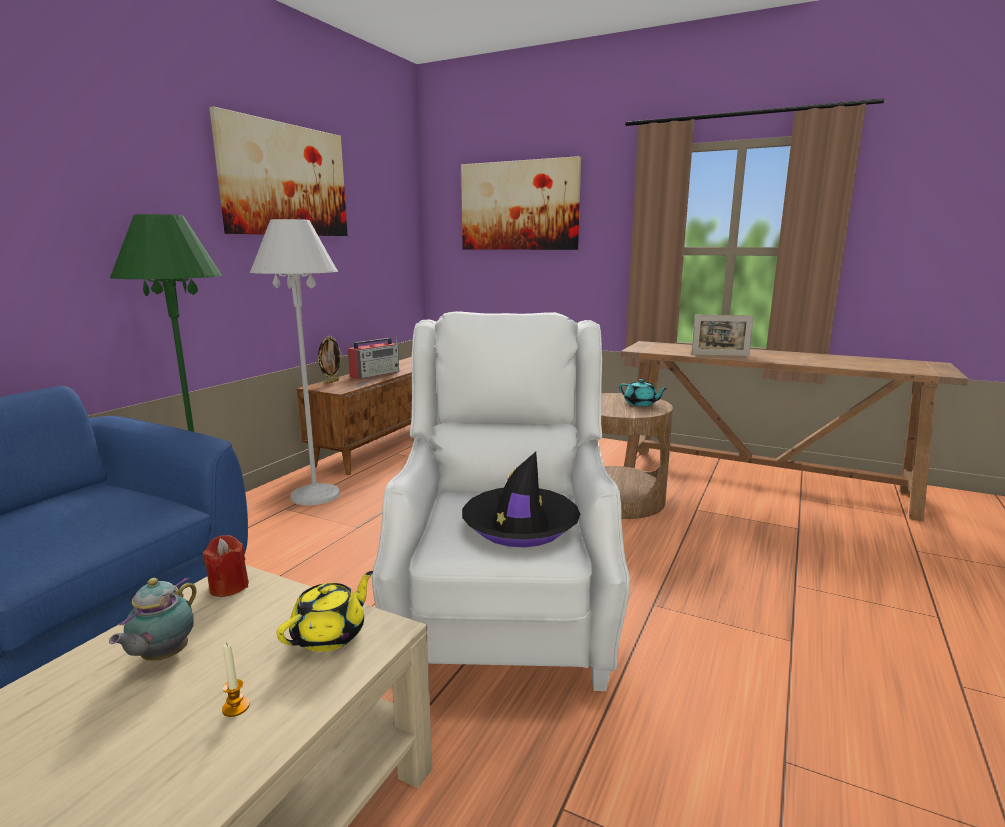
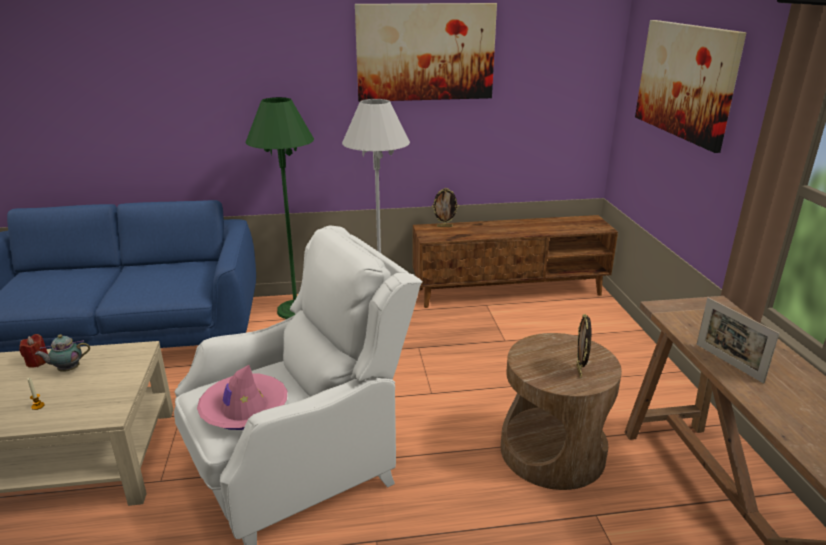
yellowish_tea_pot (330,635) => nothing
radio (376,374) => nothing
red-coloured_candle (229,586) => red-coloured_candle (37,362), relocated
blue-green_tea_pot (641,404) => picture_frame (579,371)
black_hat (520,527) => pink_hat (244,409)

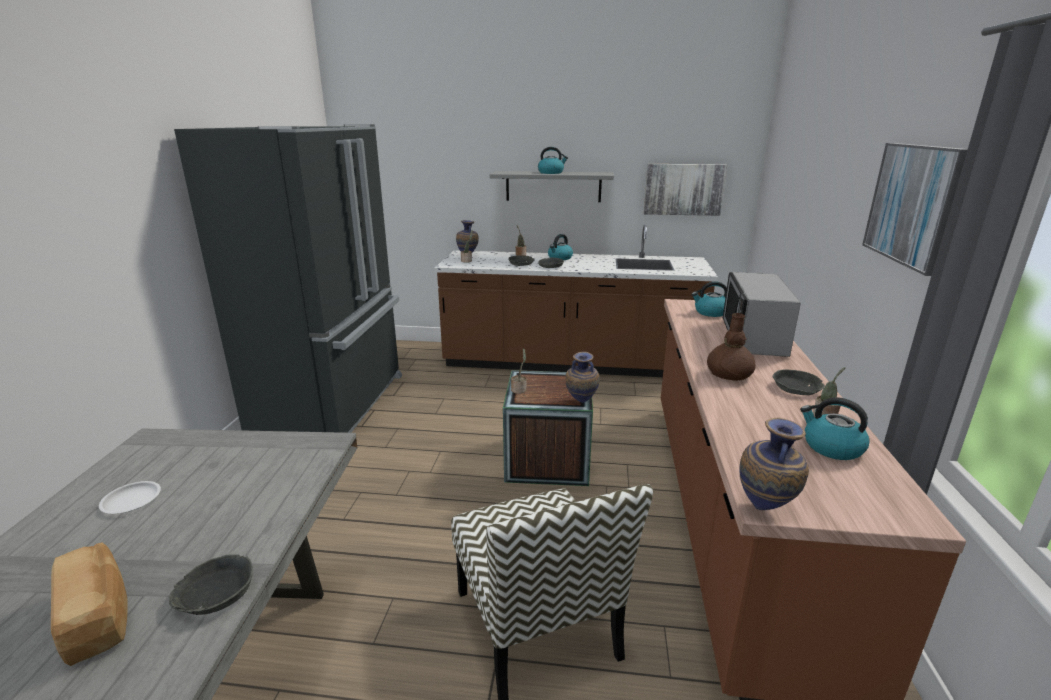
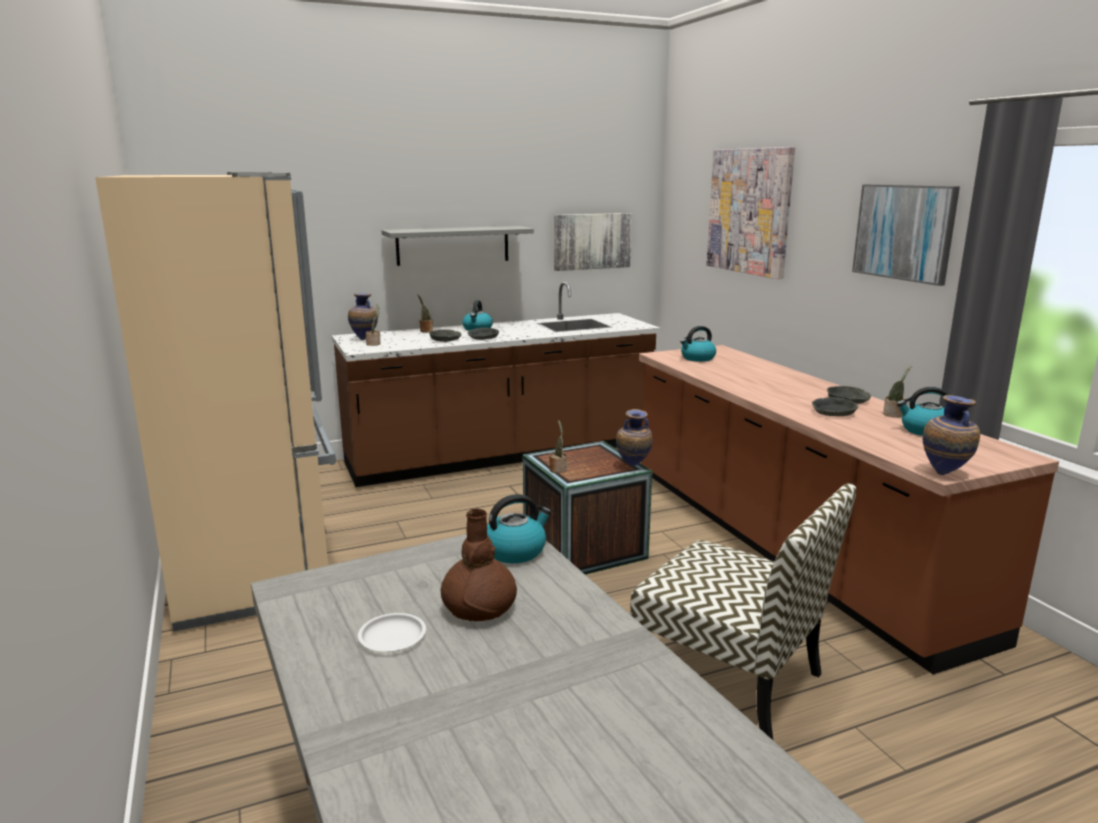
bakery_bread (99,617) => nothing
kitchen_microwave (752,337) => nothing
nothing => wall_picture (749,211)
gray_deep_dish (215,593) => gray_deep_dish (833,413), relocated
water_kettle (551,173) => water_kettle (515,551), relocated
brown_vase (728,374) => brown_vase (479,608), relocated
black_kitchen_fridge (335,405) => beige-coloured_kitchen_fridge (256,561)

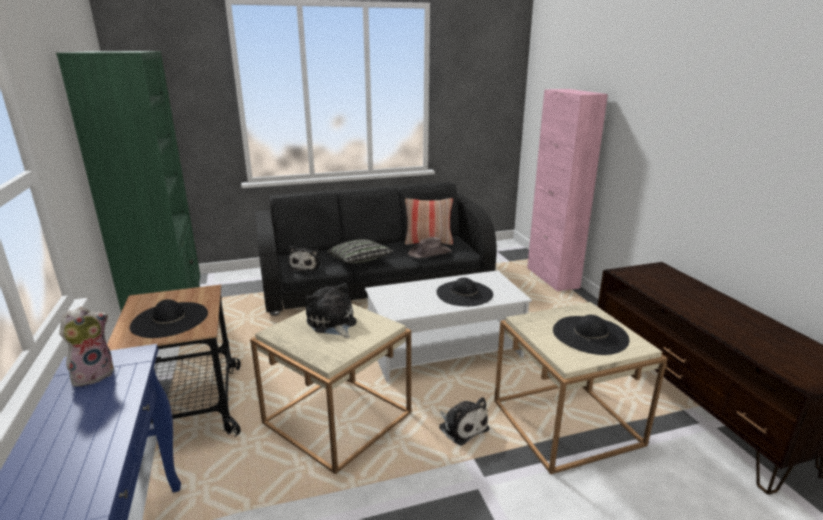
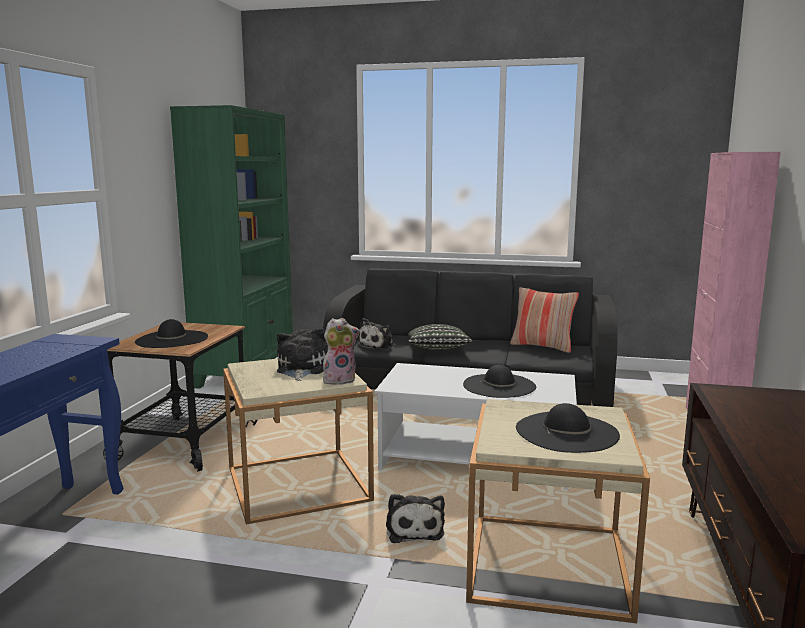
brown_hat (430,253) => nothing
cuddly_toy (94,374) => cuddly_toy (340,380), relocated

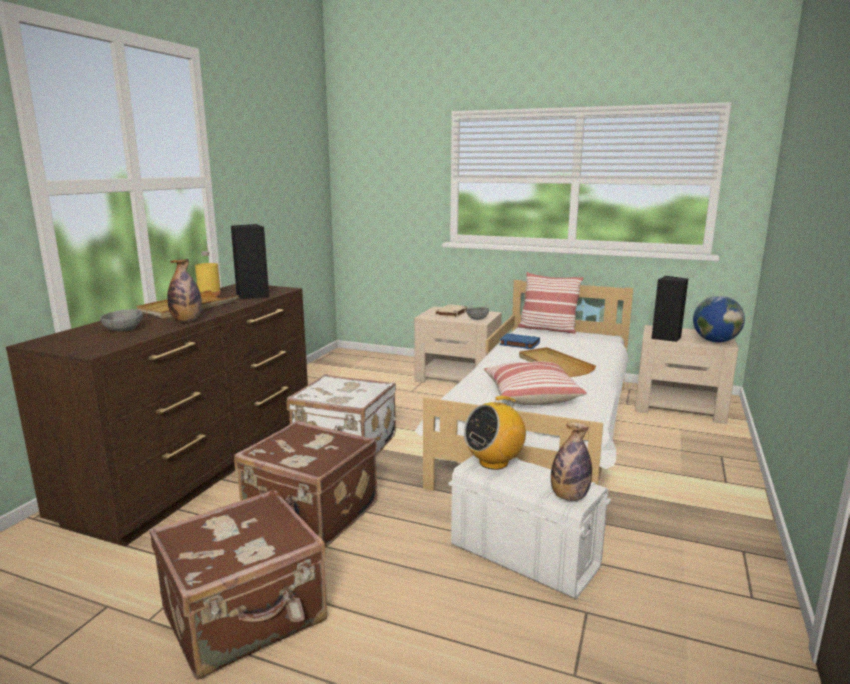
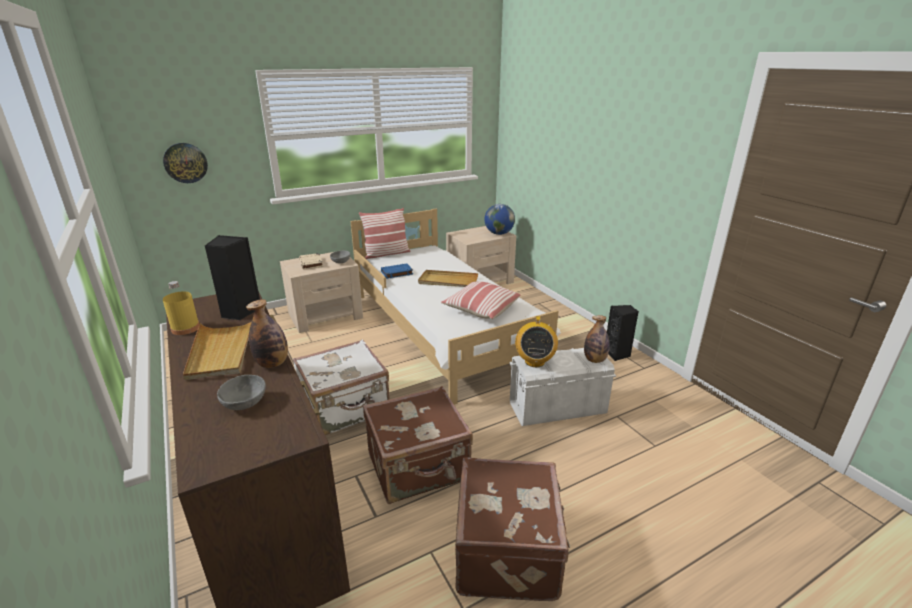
nothing => hanging_clock (185,163)
black_loudspeaker (666,338) => black_loudspeaker (617,354), relocated

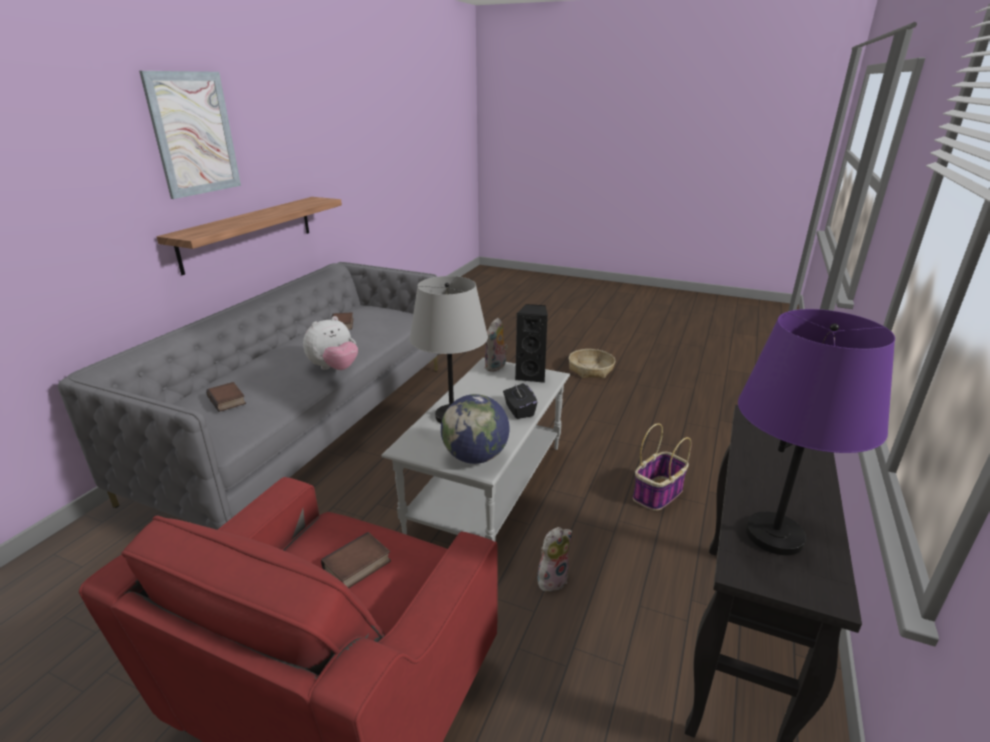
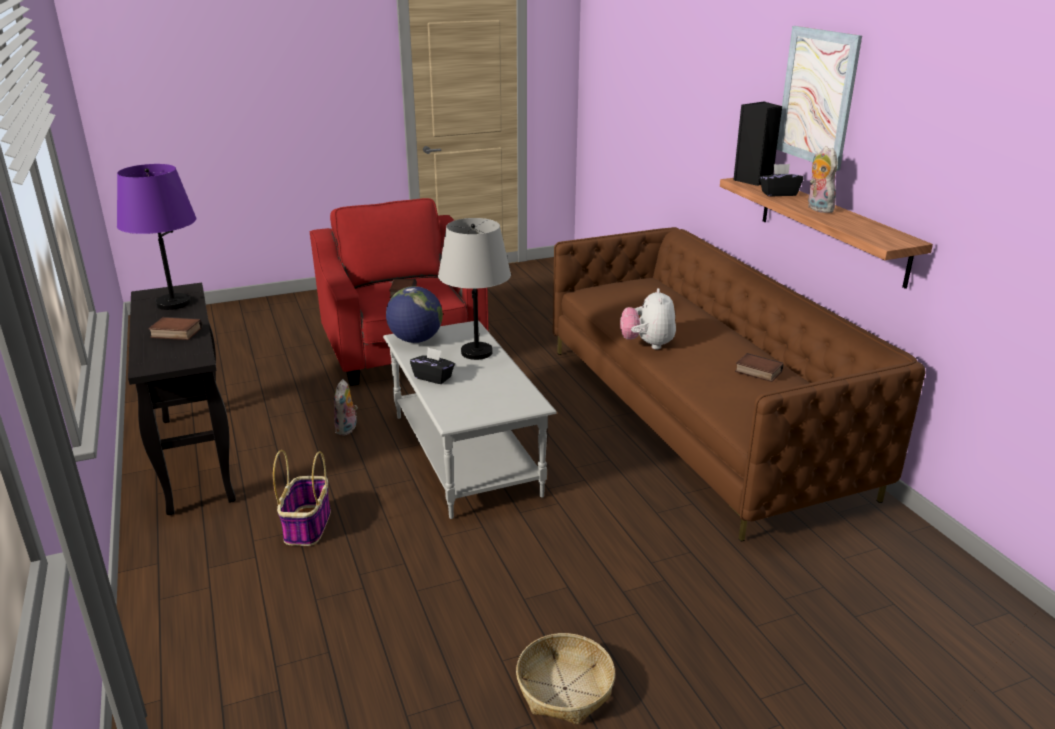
nothing => black_box_of_tissues (778,193)
bound_book (228,400) => bound_book (175,333), relocated
cuddly_toy (496,367) => cuddly_toy (817,208), relocated
black_loudspeaker (531,375) => black_loudspeaker (753,181), relocated
gray_sofa (306,424) => brown_sofa (697,417)

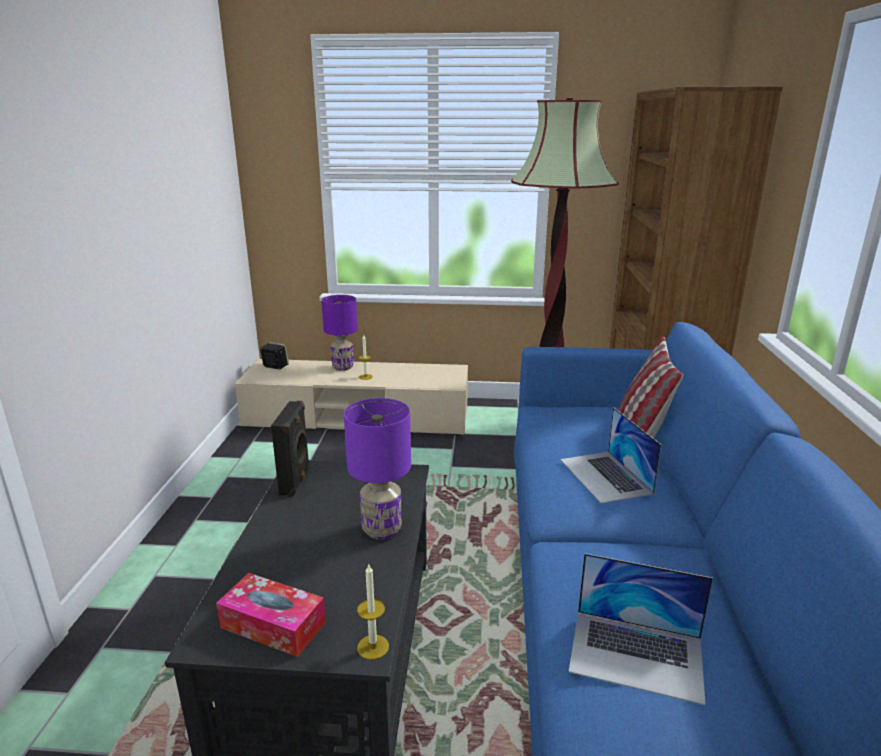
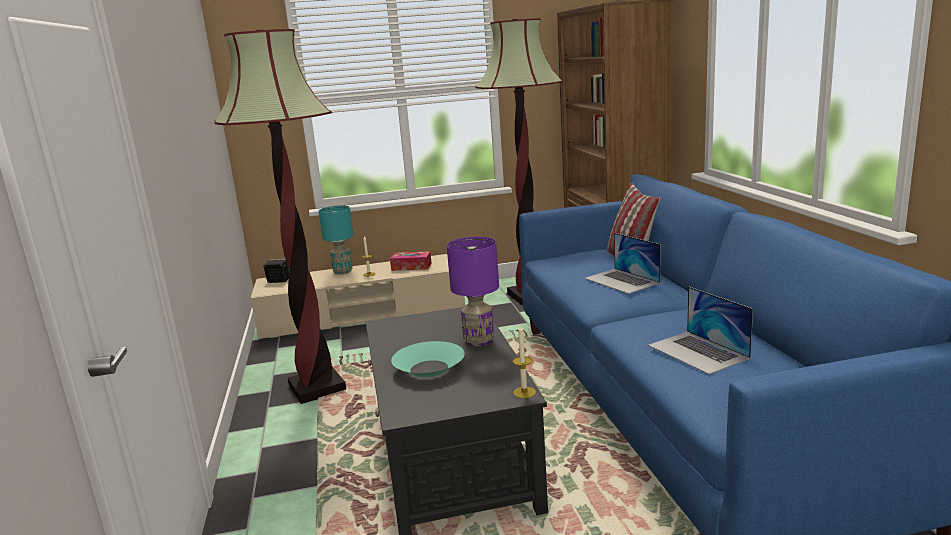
black_loudspeaker (296,481) => nothing
nothing => standard_lamp (317,388)
nothing => blue-green_deep_dish (429,368)
box_of_tissues (273,625) => box_of_tissues (411,267), relocated
purplish_table_lamp (342,367) => blue-green_table_lamp (342,272)
portable_computer (637,654) => portable_computer (698,352), 60 degrees clockwise

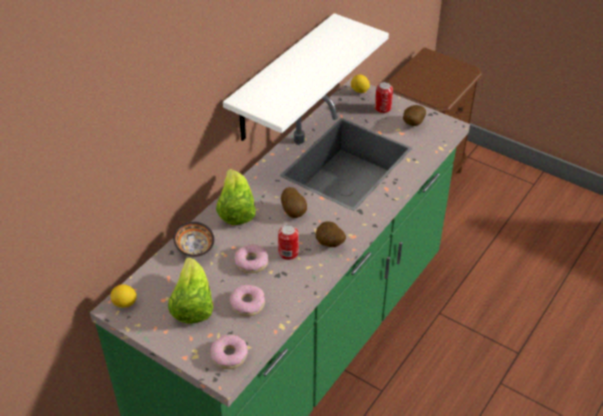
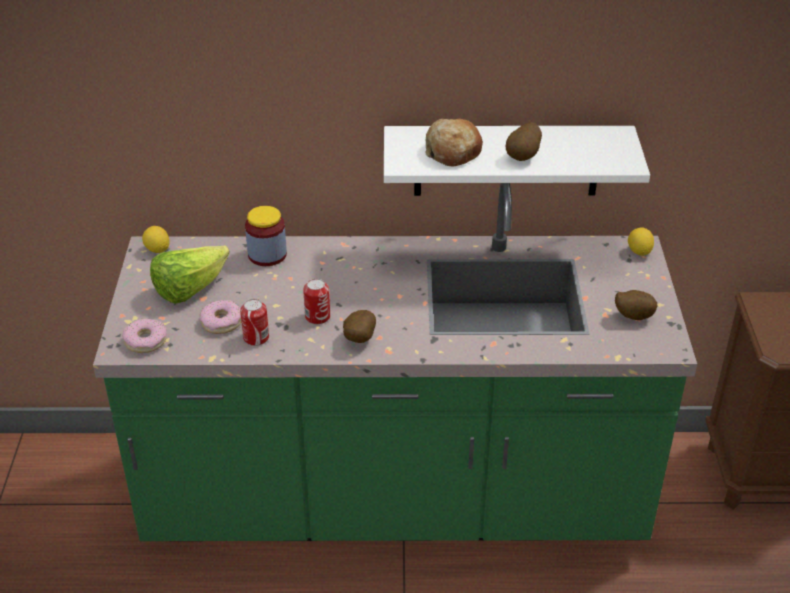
lettuce (236,210) => nothing
ring_doughnut (251,262) => nothing
nothing => bakery_bread (453,152)
potato (294,212) => potato (523,157), relocated
can (383,108) => can (256,337), relocated
deep_dish (195,247) => storage_jar (267,255)

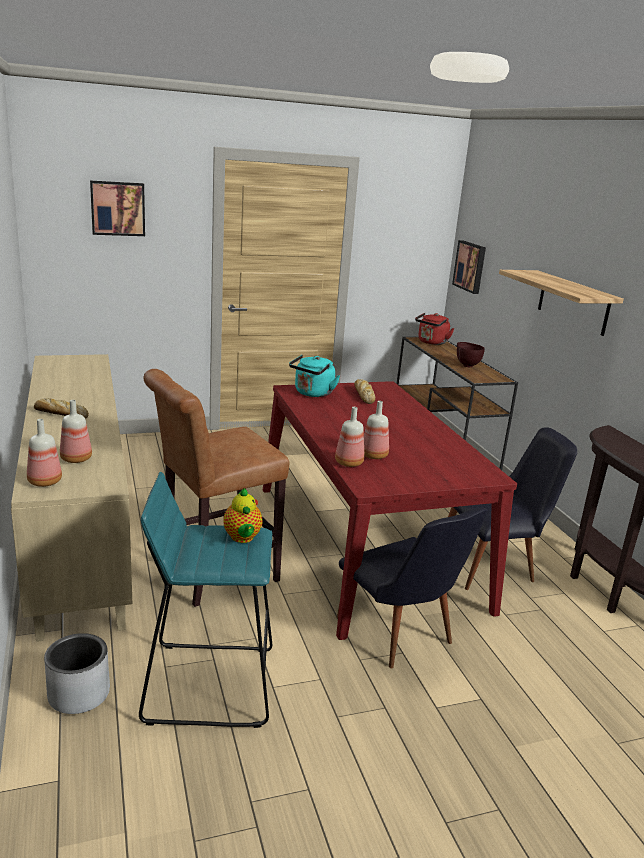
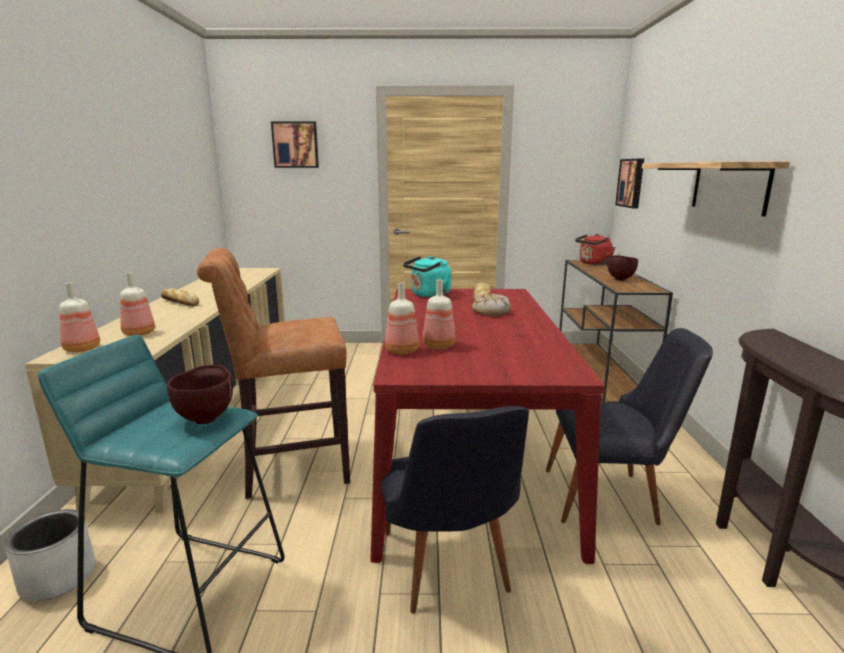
nothing => bakery_bread (491,311)
tea_pot (242,538) => brown_deep_dish (206,418)

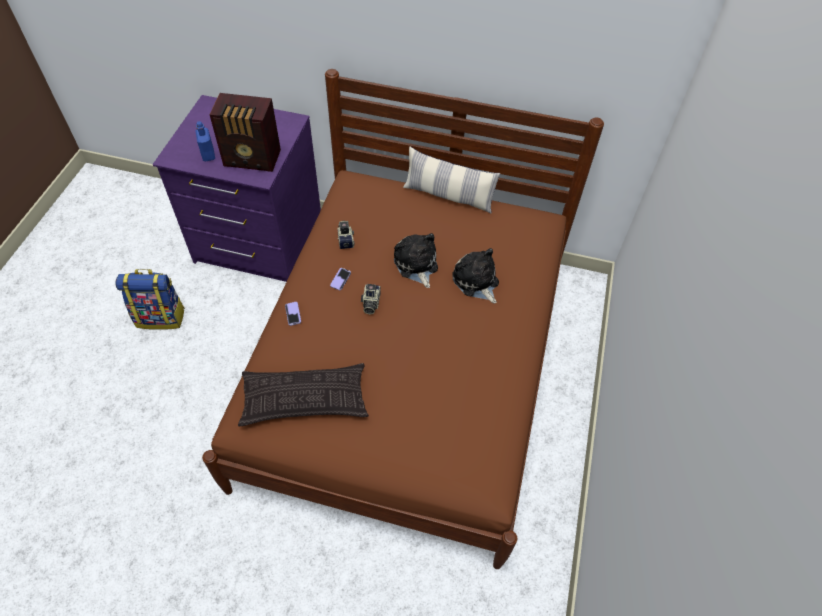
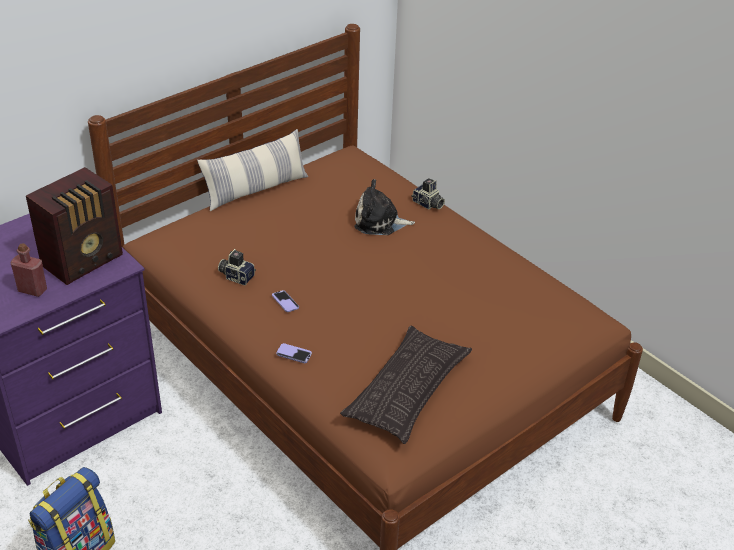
cuddly_toy (416,265) => nothing
photo_camera (370,303) => photo_camera (427,204), relocated
blue-coloured_drink_bottle (208,155) => red-coloured_drink_bottle (32,290)

